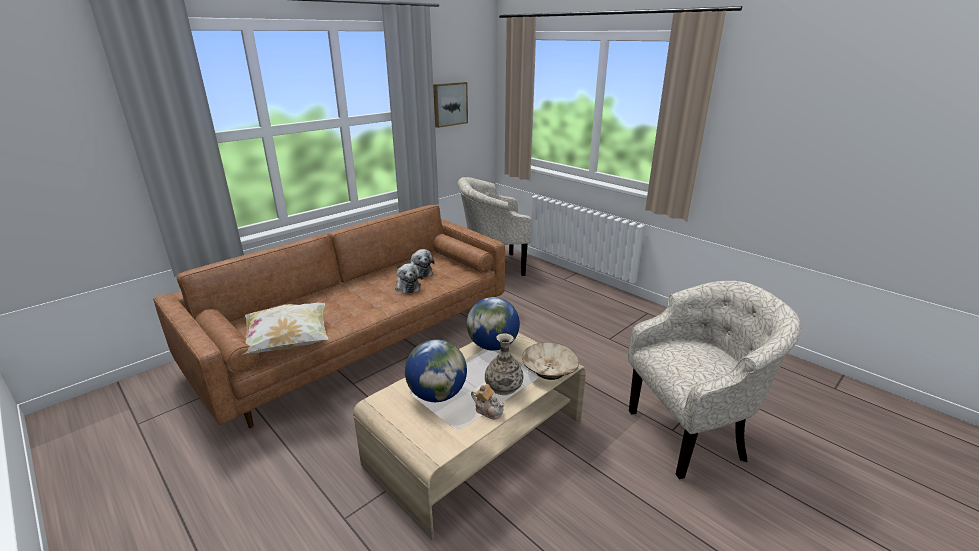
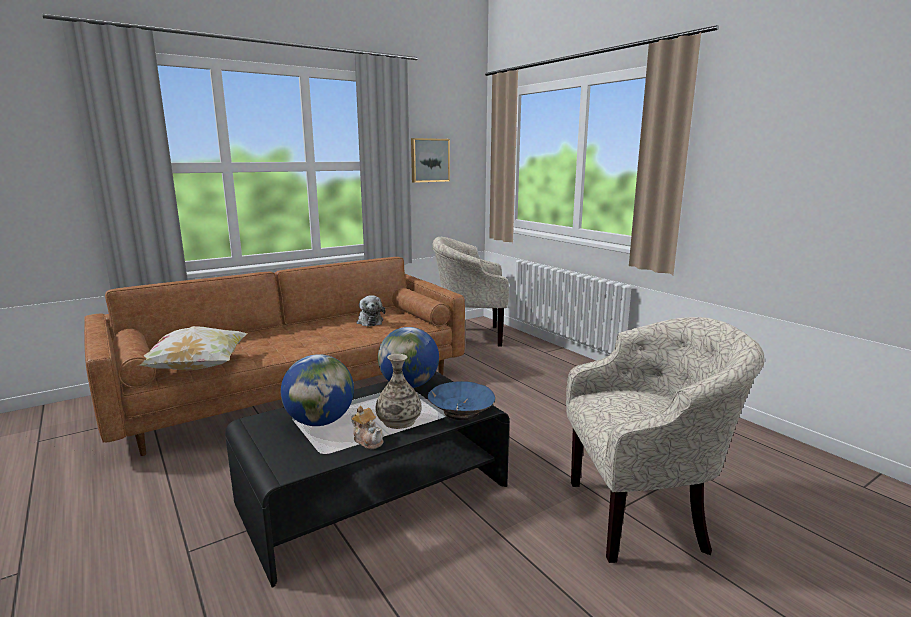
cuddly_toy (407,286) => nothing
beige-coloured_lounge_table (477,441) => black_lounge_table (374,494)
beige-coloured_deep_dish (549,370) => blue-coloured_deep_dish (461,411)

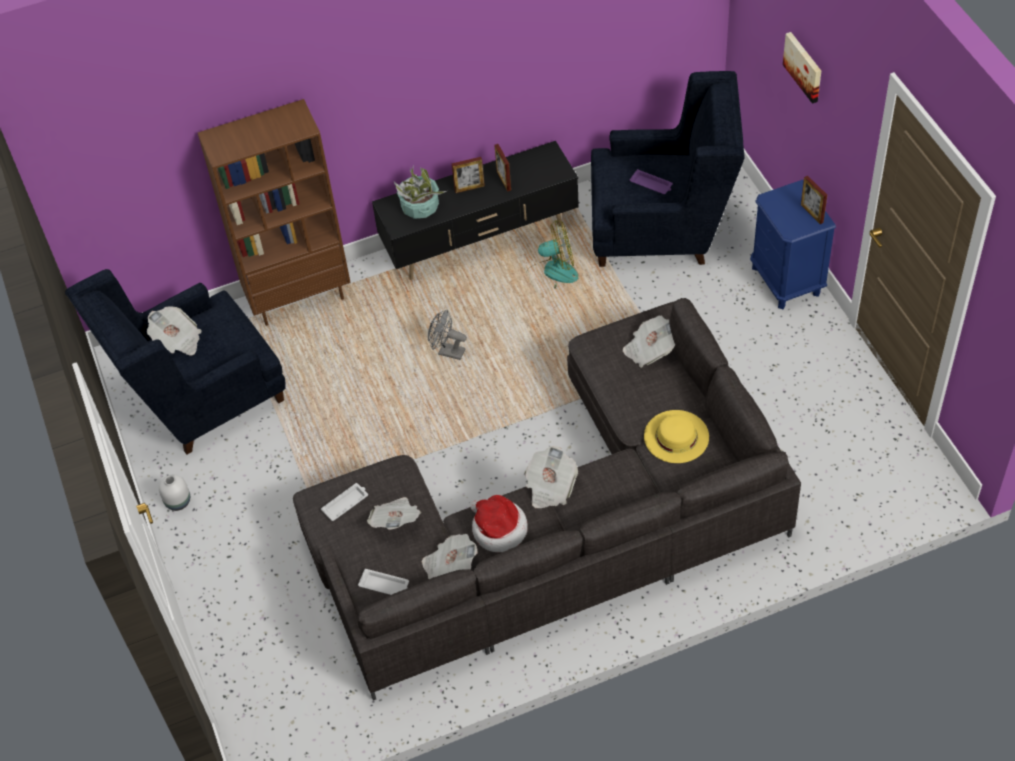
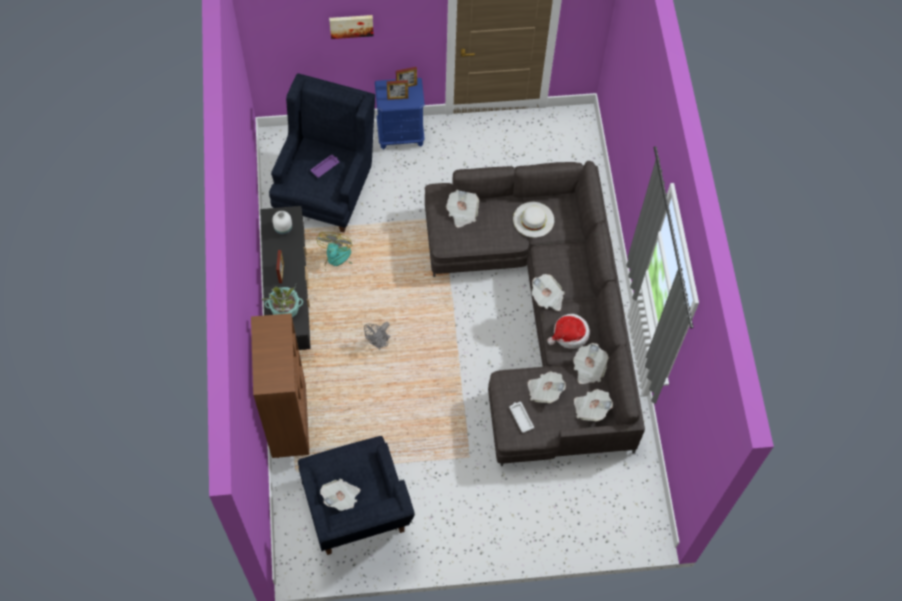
white_vase (177,502) => white_vase (283,229), relocated
picture_frame (504,181) => picture_frame (397,98), relocated
white_tray (385,585) => newspaper (590,408)
yellowish_hat (676,436) => white_hat (533,219)

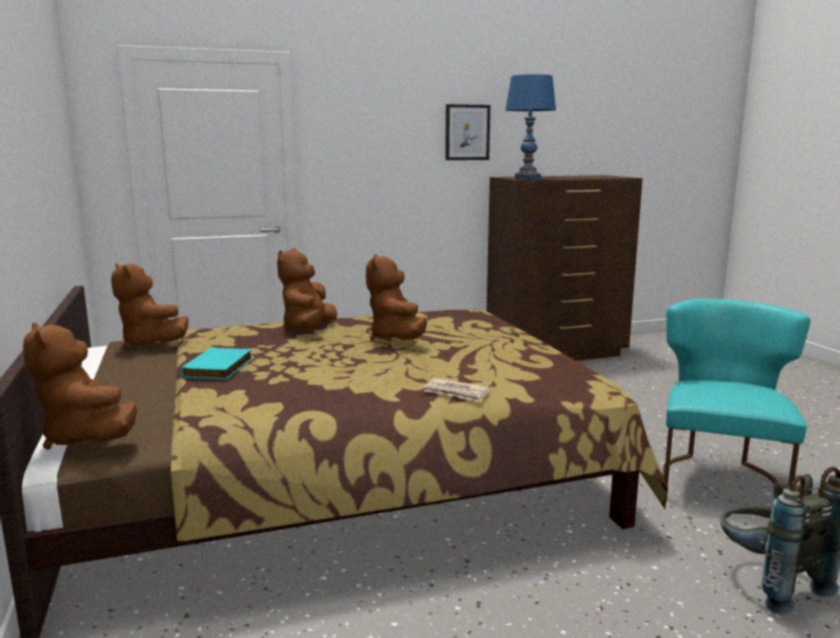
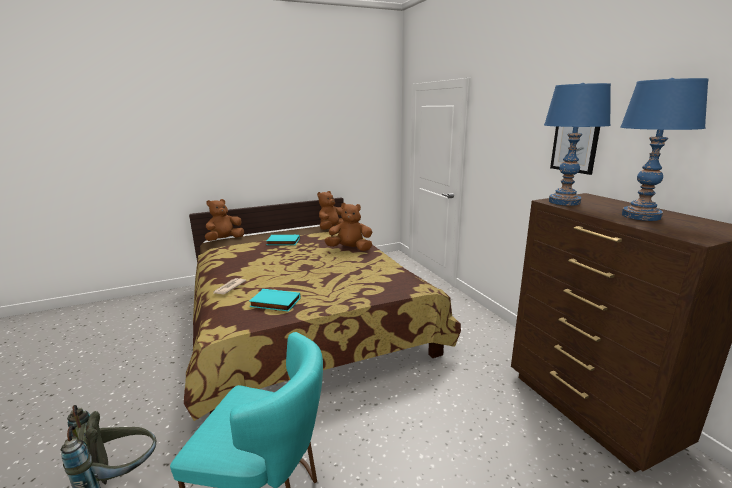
brown_cuddly_toy (396,339) => nothing
nothing => blue-green_bound_book (274,303)
nothing => blue-coloured_table_lamp (640,216)

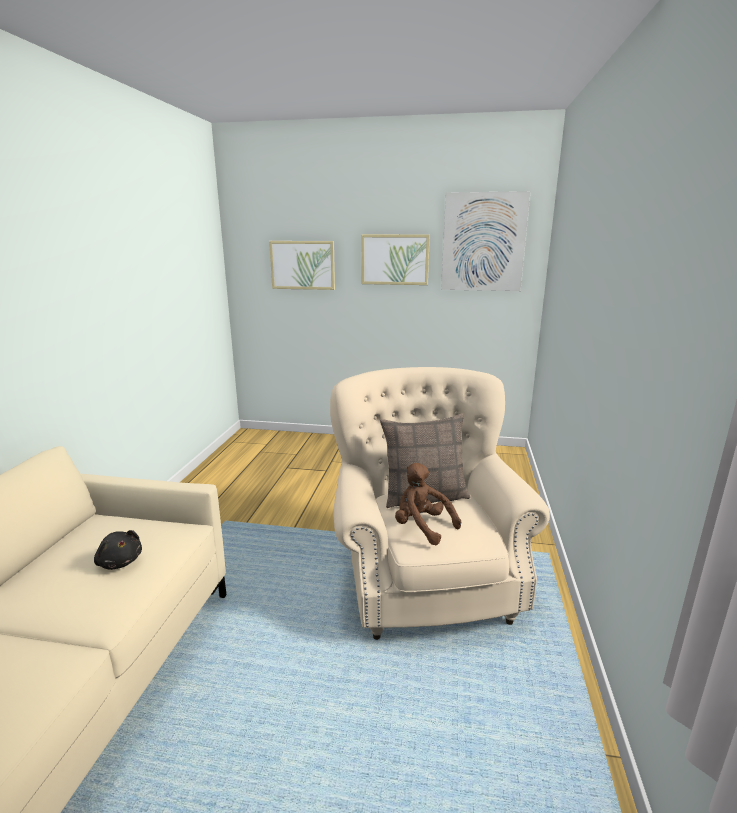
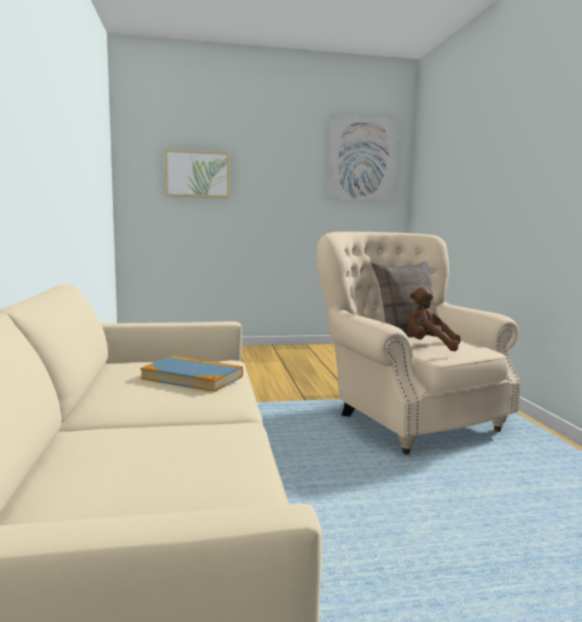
wall_picture (395,259) => nothing
black_cuddly_toy (120,562) => bound_book (192,377)

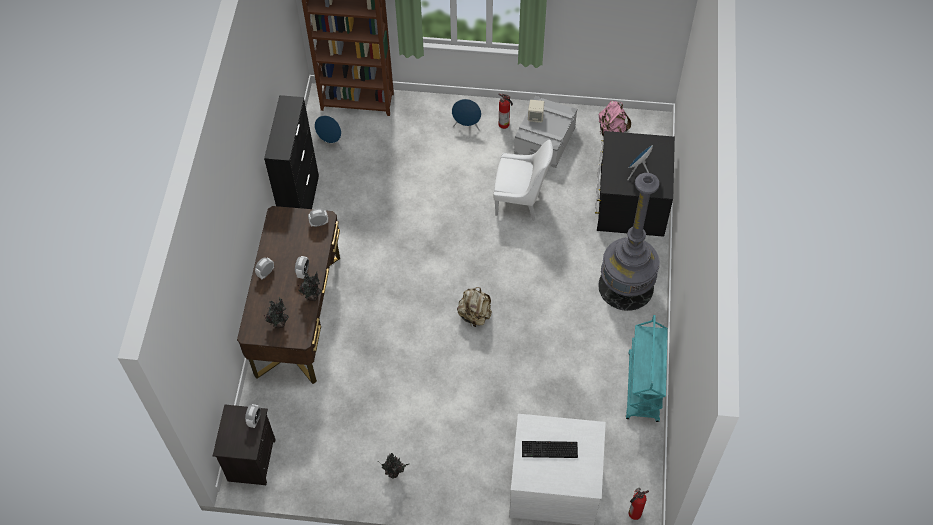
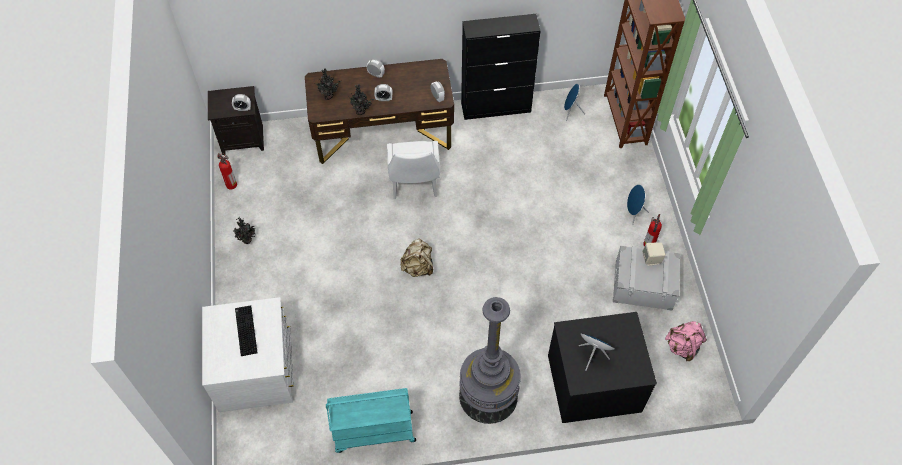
white_upright_chair (520,200) => white_upright_chair (414,184), relocated
fire-fighting_cylinder (634,514) => fire-fighting_cylinder (231,184), relocated

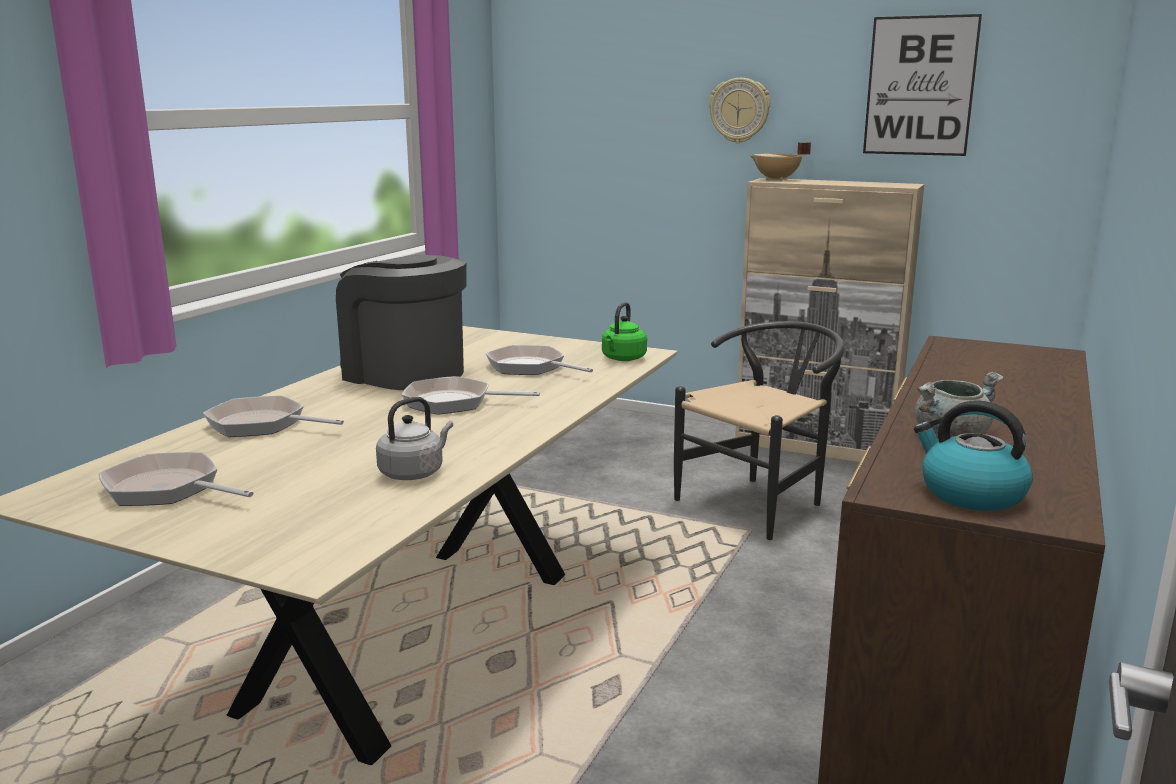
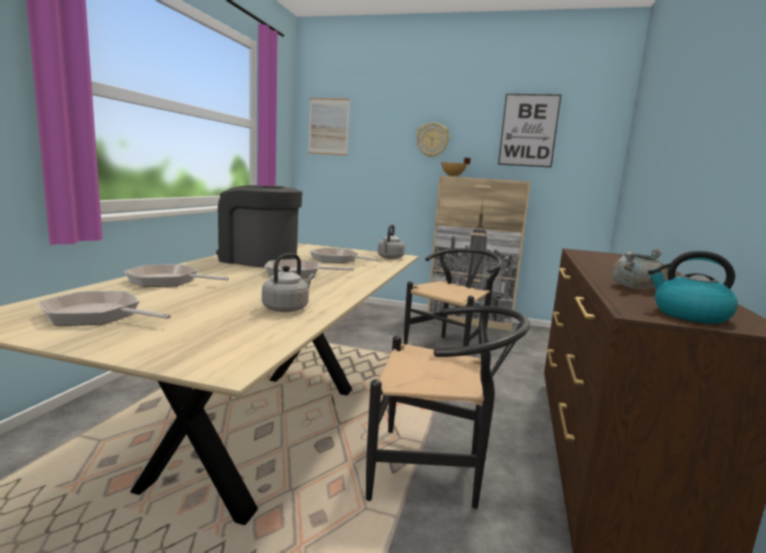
nothing => wall_picture (328,126)
nothing => black_upright_chair (436,472)
green_water_kettle (623,359) => gray_water_kettle (390,258)

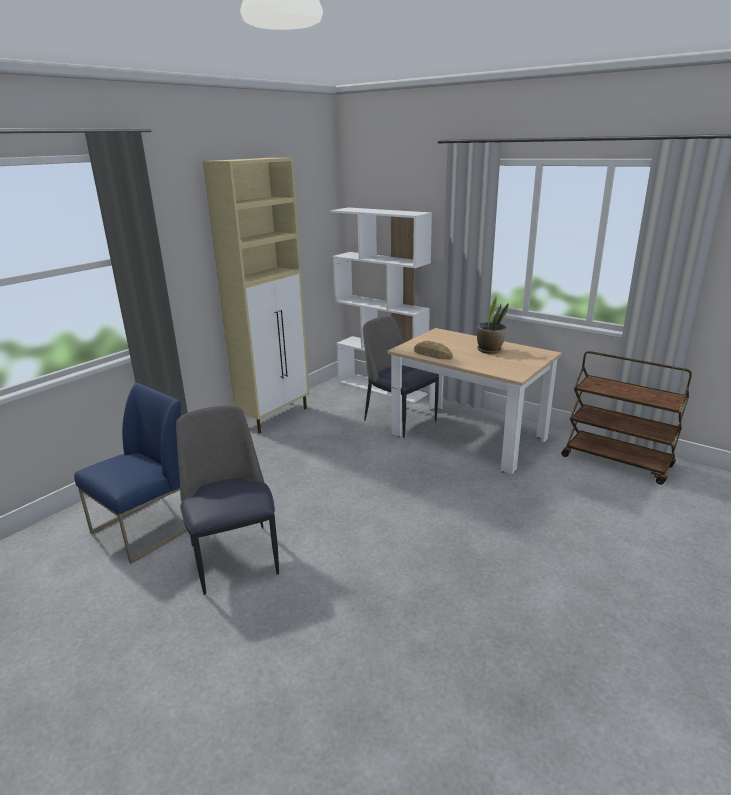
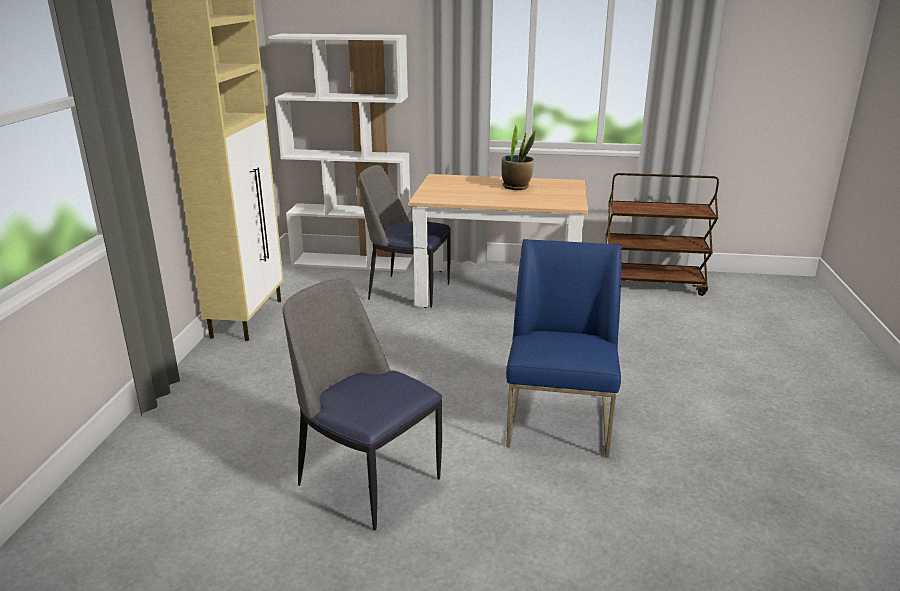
bakery_bread (432,354) => nothing
blue-coloured_upright_chair (147,528) => blue-coloured_upright_chair (559,422), relocated

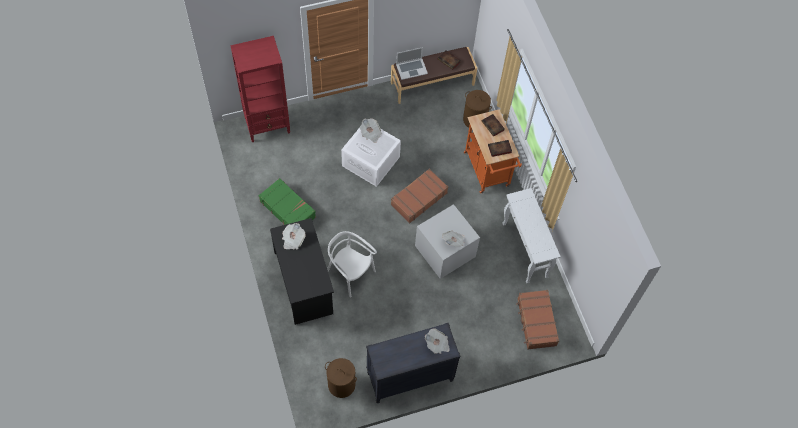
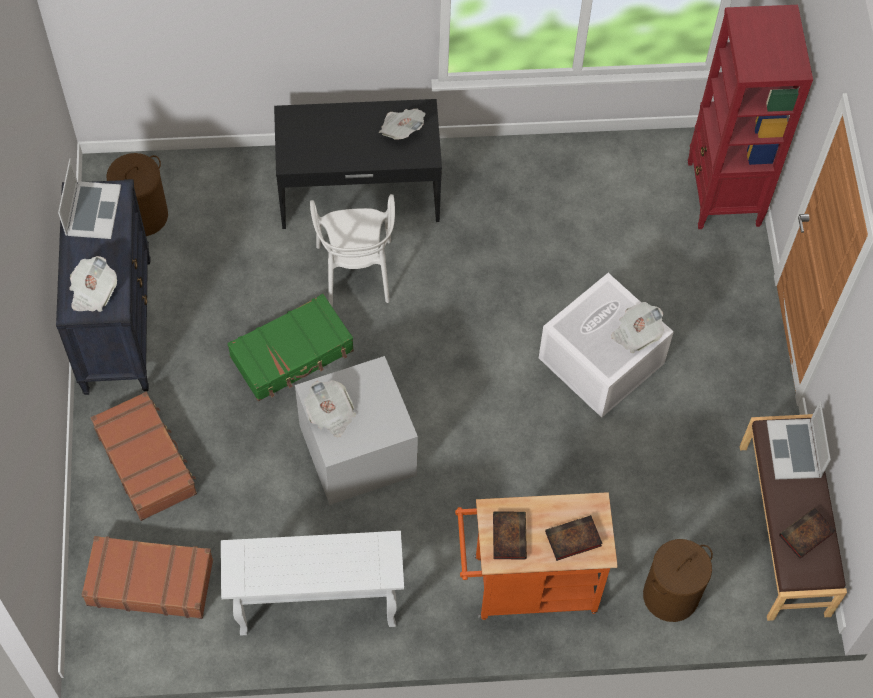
nothing => portable_computer (92,210)
green_suitcase (288,209) => green_suitcase (292,354), relocated
brown_suitcase (418,199) => brown_suitcase (146,461), relocated
white_upright_chair (350,273) => white_upright_chair (356,272), 120 degrees clockwise

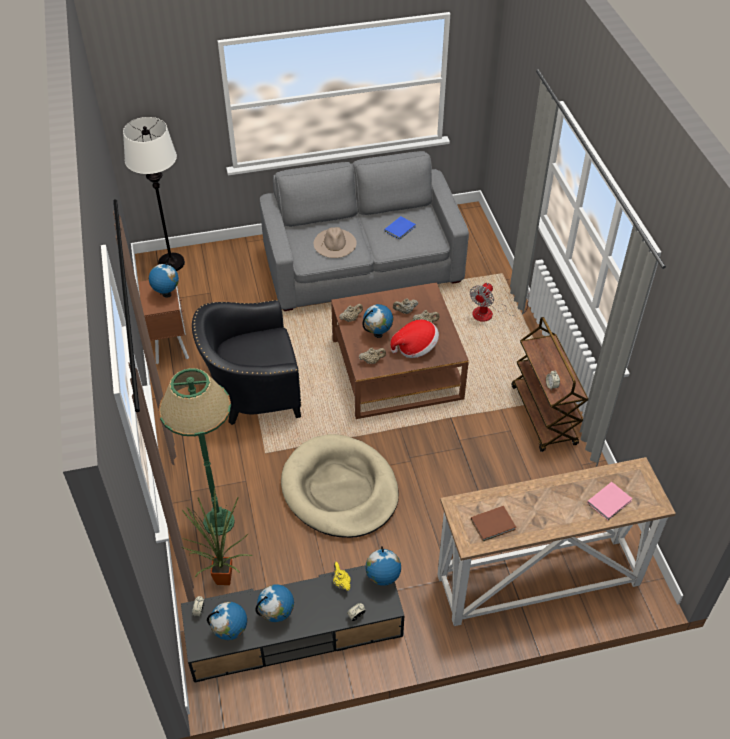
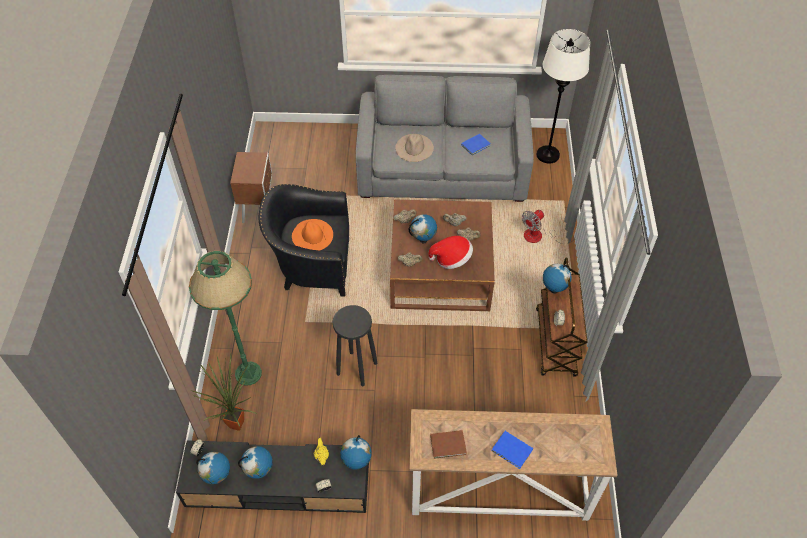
pink_bound_book (610,502) => nothing
nothing => orangey_hat (312,235)
nothing => blue-coloured_bound_book (512,451)
white_standard_lamp (171,263) => white_standard_lamp (547,155), relocated
world_globe (166,294) => world_globe (553,289), relocated
beige-coloured_dog_cushion (340,489) => black_stool_seat (356,369)

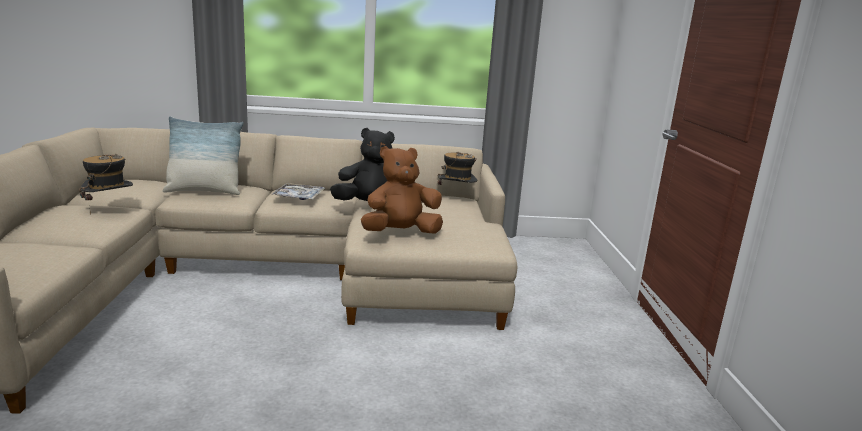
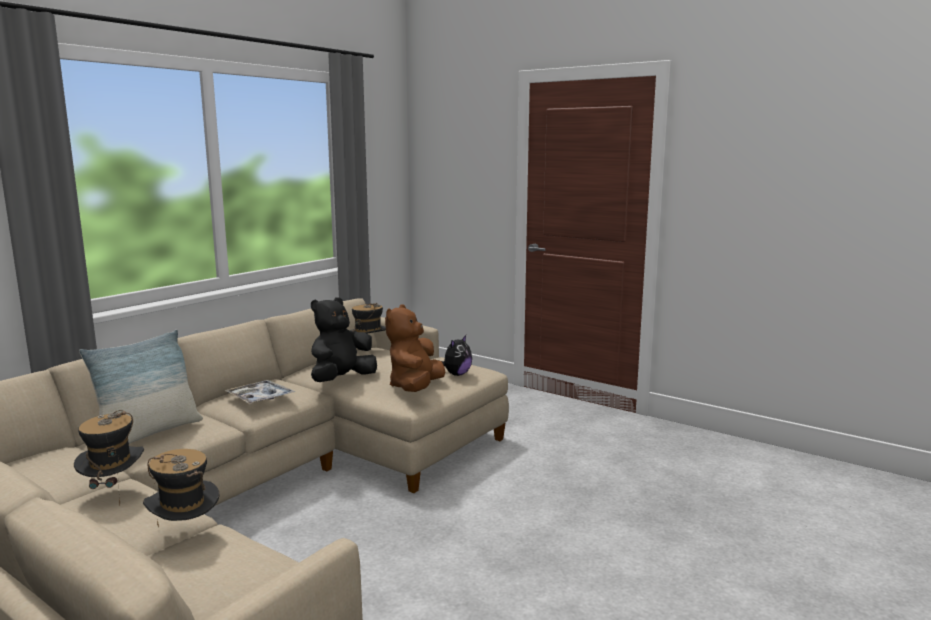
nothing => hat (185,535)
nothing => cuddly_toy (456,374)

